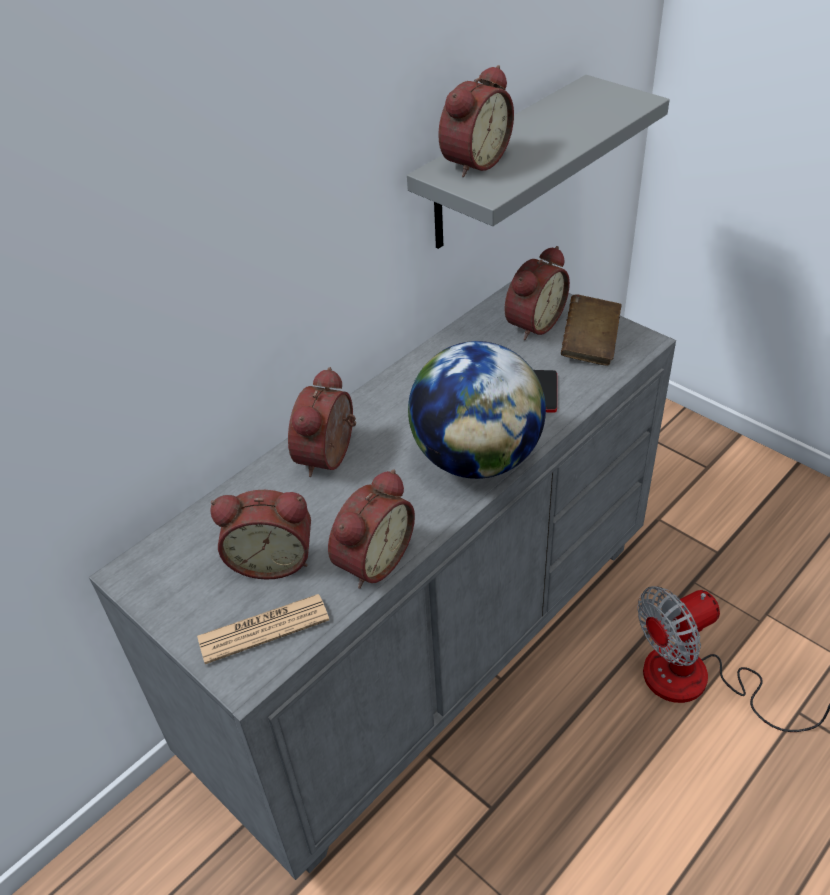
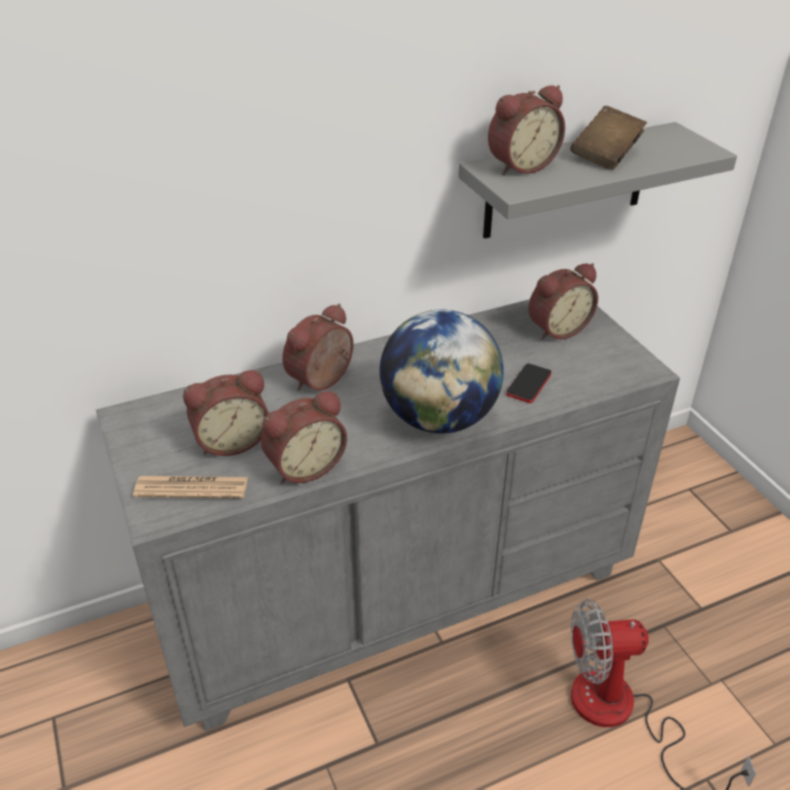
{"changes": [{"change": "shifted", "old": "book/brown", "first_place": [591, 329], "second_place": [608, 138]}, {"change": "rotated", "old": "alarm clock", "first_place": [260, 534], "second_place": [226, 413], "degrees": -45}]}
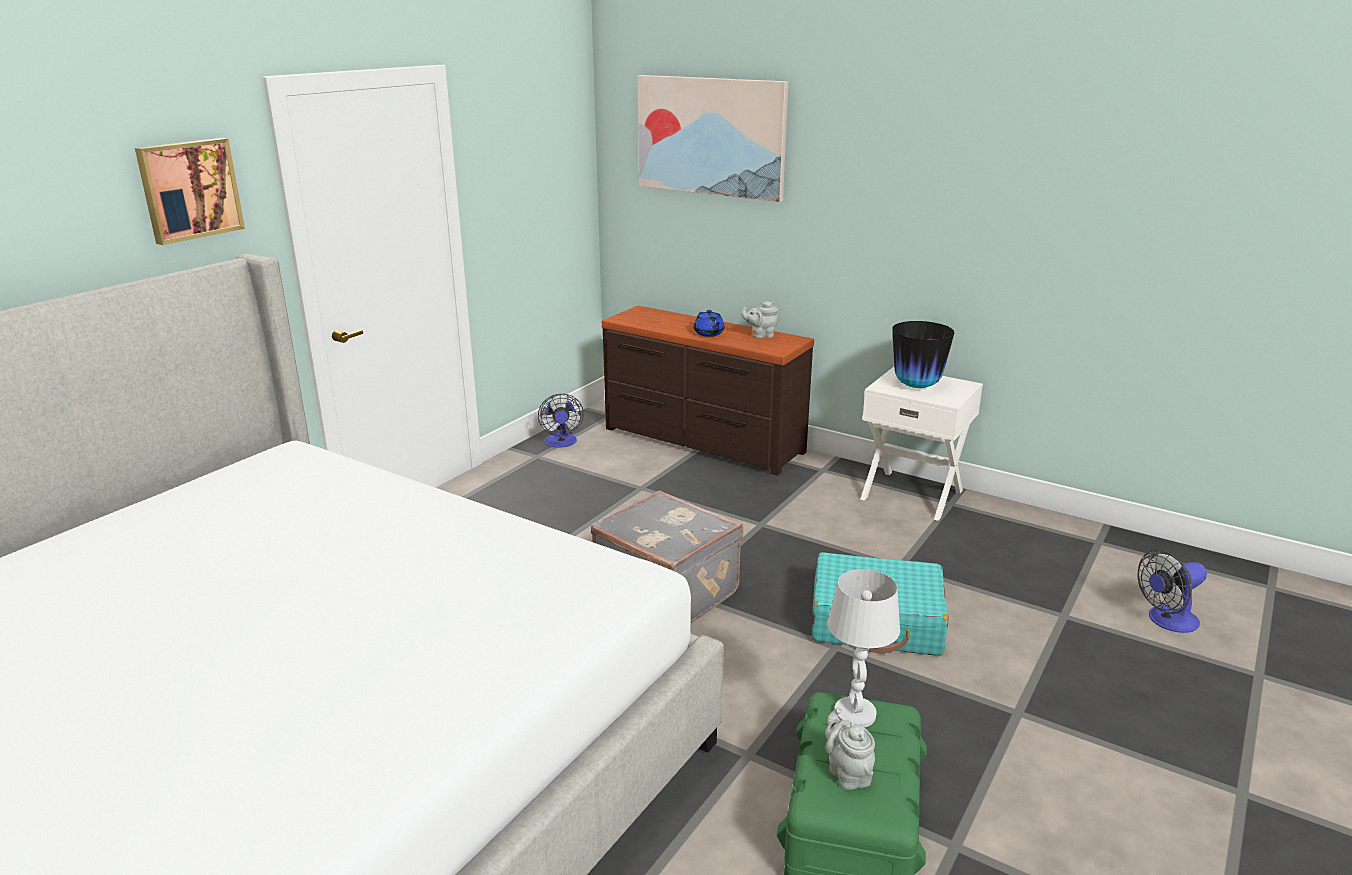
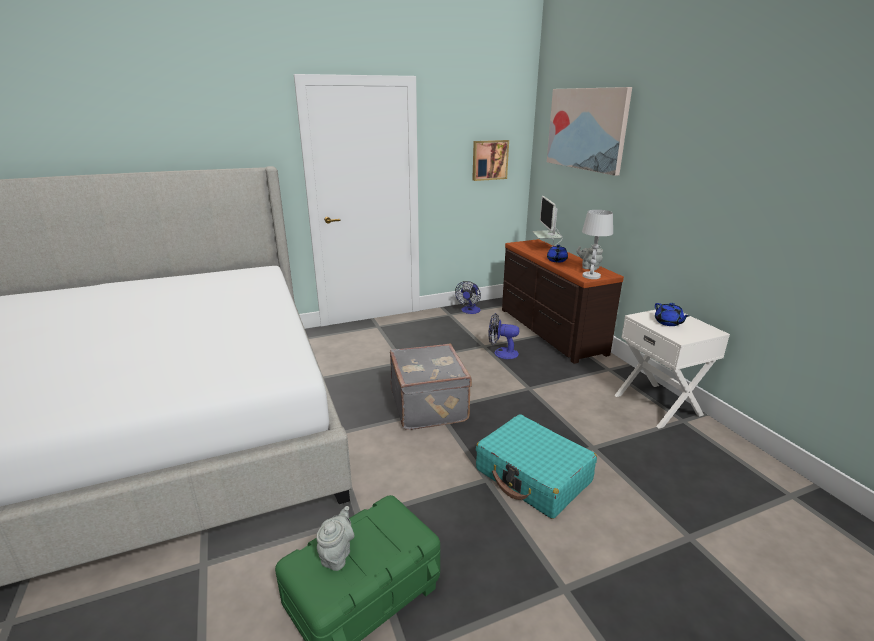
{"changes": [{"change": "new", "new": "monitor", "second_place": [547, 221]}, {"change": "shifted", "old": "picture", "first_place": [190, 191], "second_place": [490, 160]}, {"change": "shifted", "old": "table lamp/white", "first_place": [863, 648], "second_place": [597, 244]}, {"change": "shifted", "old": "fan", "first_place": [1172, 591], "second_place": [504, 336]}, {"change": "swapped", "old": "vase", "new": "teapot/blue", "first_place": [923, 354], "second_place": [672, 314]}]}
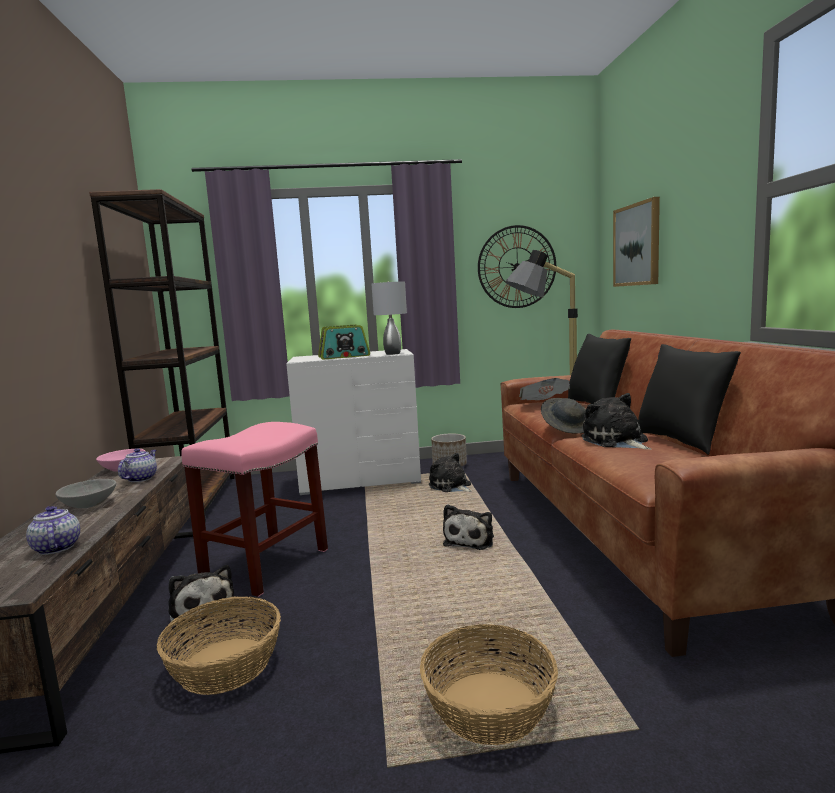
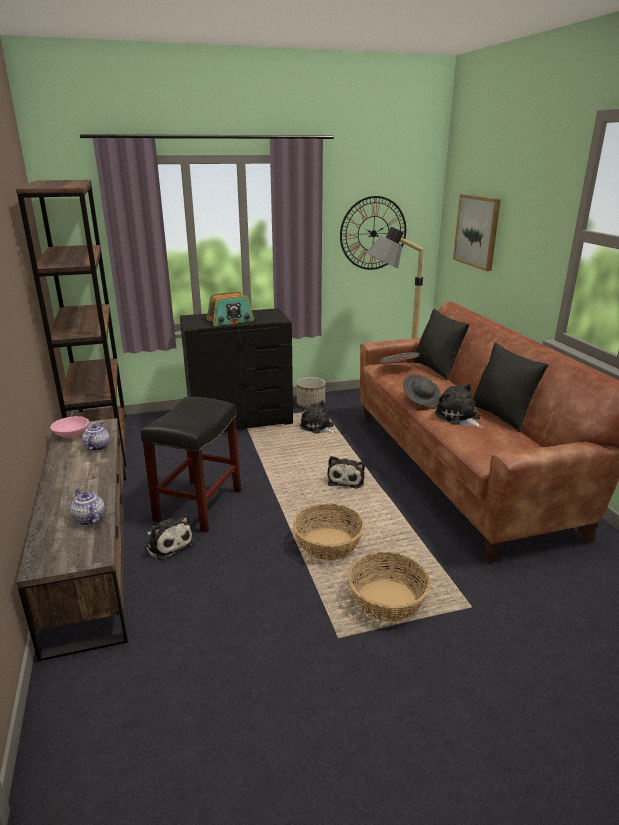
{"changes": [{"change": "gone", "old": "bowl/grey", "first_place": [86, 493]}, {"change": "gone", "old": "table lamp/grey", "first_place": [389, 318]}, {"change": "shifted", "old": "basket", "first_place": [219, 646], "second_place": [328, 532]}, {"change": "repainted", "old": "stool/pink", "new": "stool/black", "first_place": [254, 509], "second_place": [191, 465]}, {"change": "repainted", "old": "dresser/white", "new": "dresser/black", "first_place": [353, 422], "second_place": [236, 369]}]}
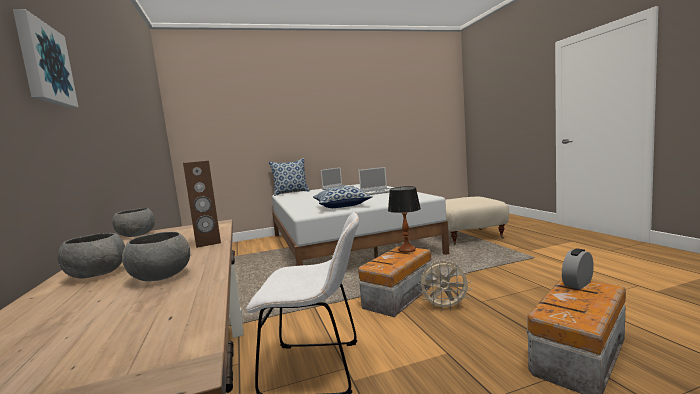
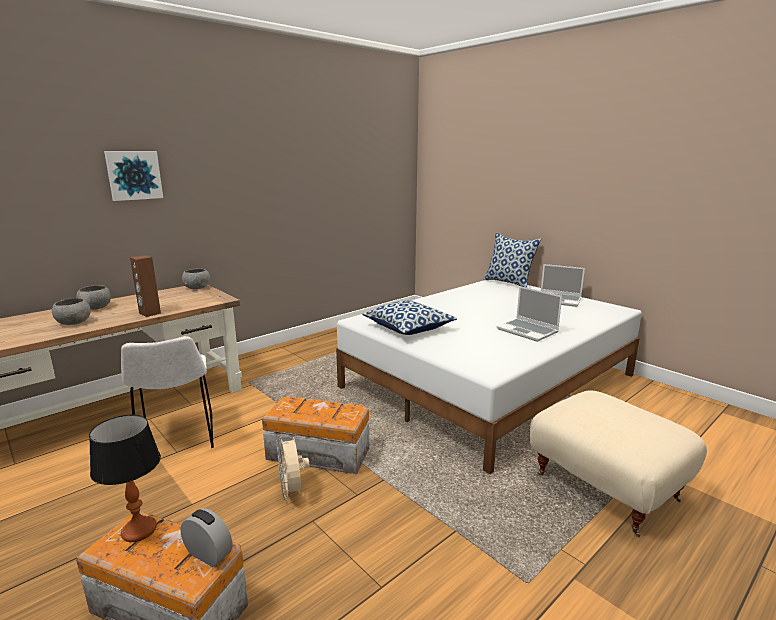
{"changes": [{"change": "shifted", "old": "table lamp", "first_place": [404, 219], "second_place": [125, 478]}]}
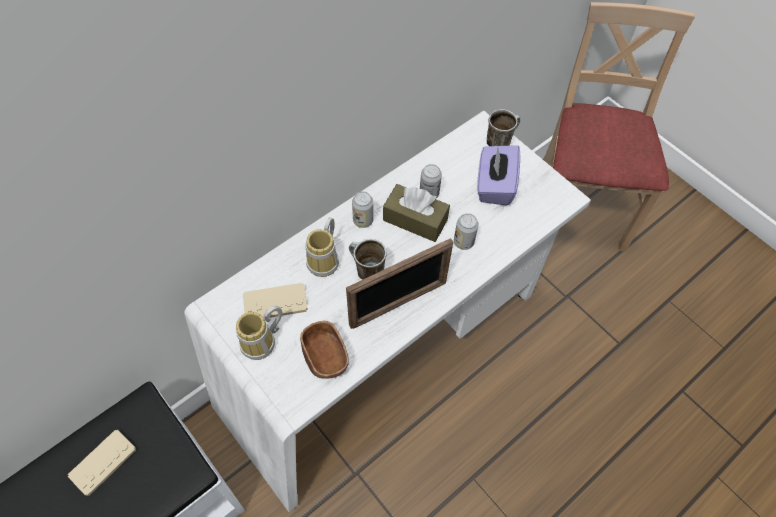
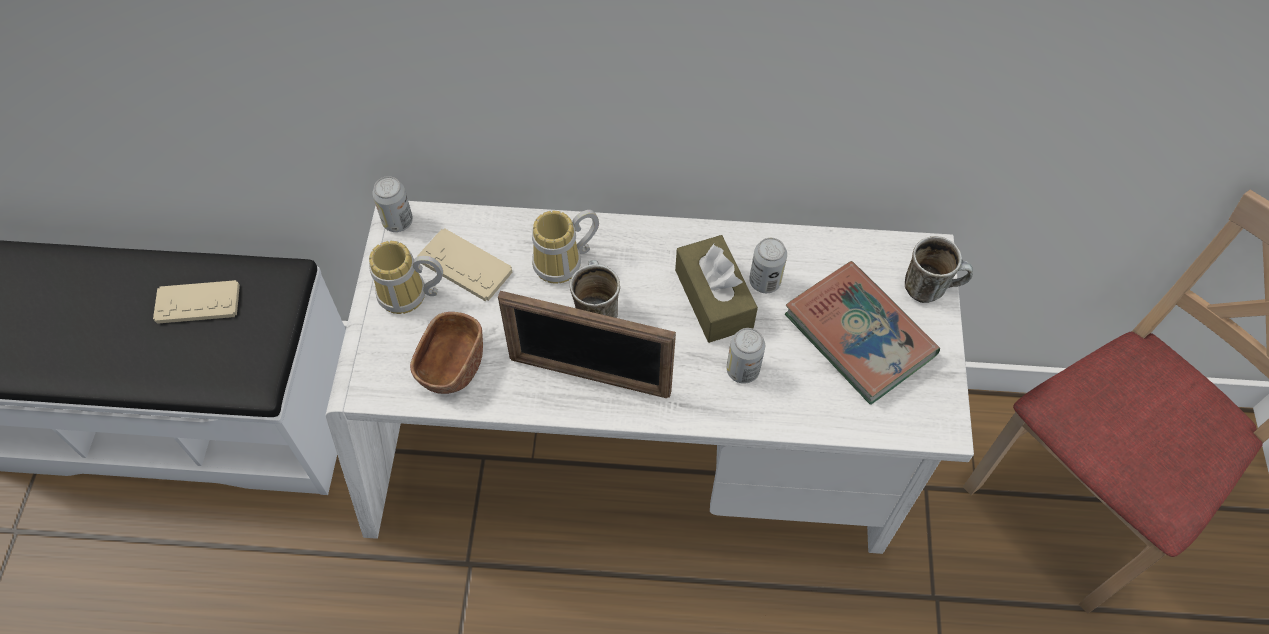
{"changes": [{"change": "shifted", "old": "can", "first_place": [363, 209], "second_place": [392, 204]}, {"change": "swapped", "old": "tissue box/purple", "new": "book", "first_place": [498, 175], "second_place": [862, 333]}]}
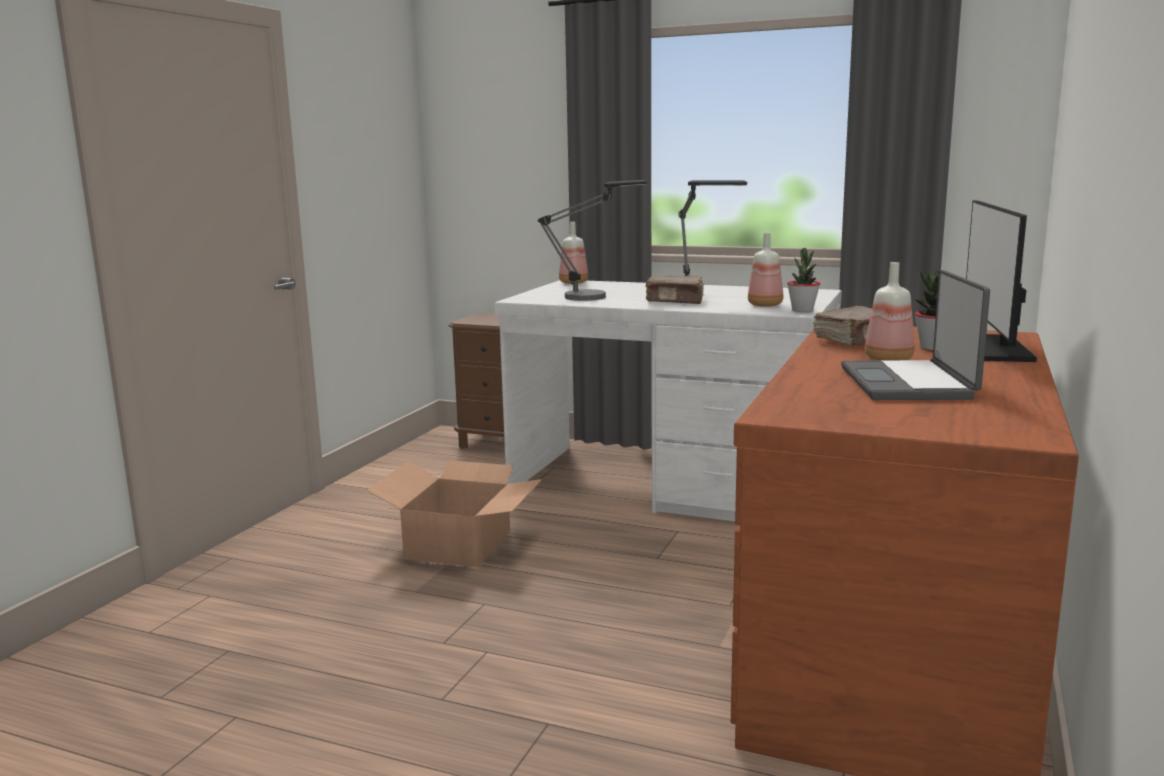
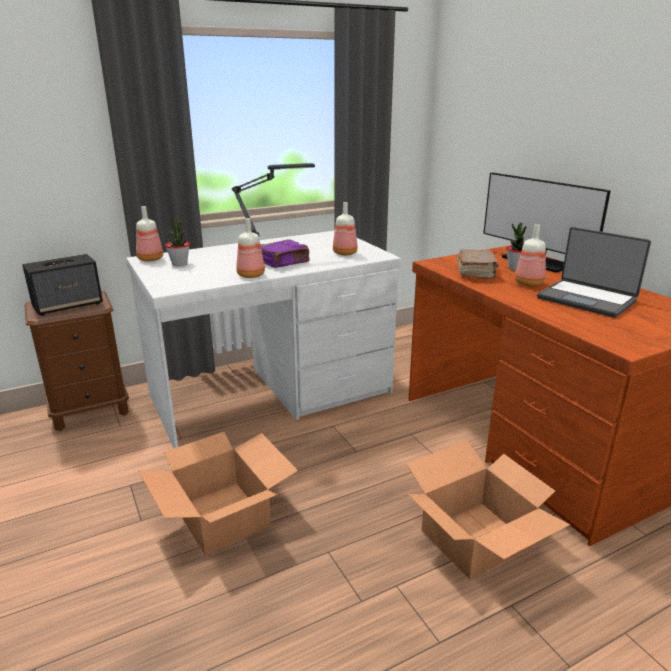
{"changes": [{"change": "gone", "old": "table lamp", "first_place": [592, 240]}, {"change": "new", "new": "speaker", "second_place": [62, 285]}, {"change": "new", "new": "bottle", "second_place": [250, 248]}, {"change": "new", "new": "cardboard box", "second_place": [488, 510]}, {"change": "shifted", "old": "potted plant", "first_place": [803, 280], "second_place": [177, 242]}, {"change": "repainted", "old": "book/brown", "new": "book/purple", "first_place": [675, 289], "second_place": [285, 253]}]}
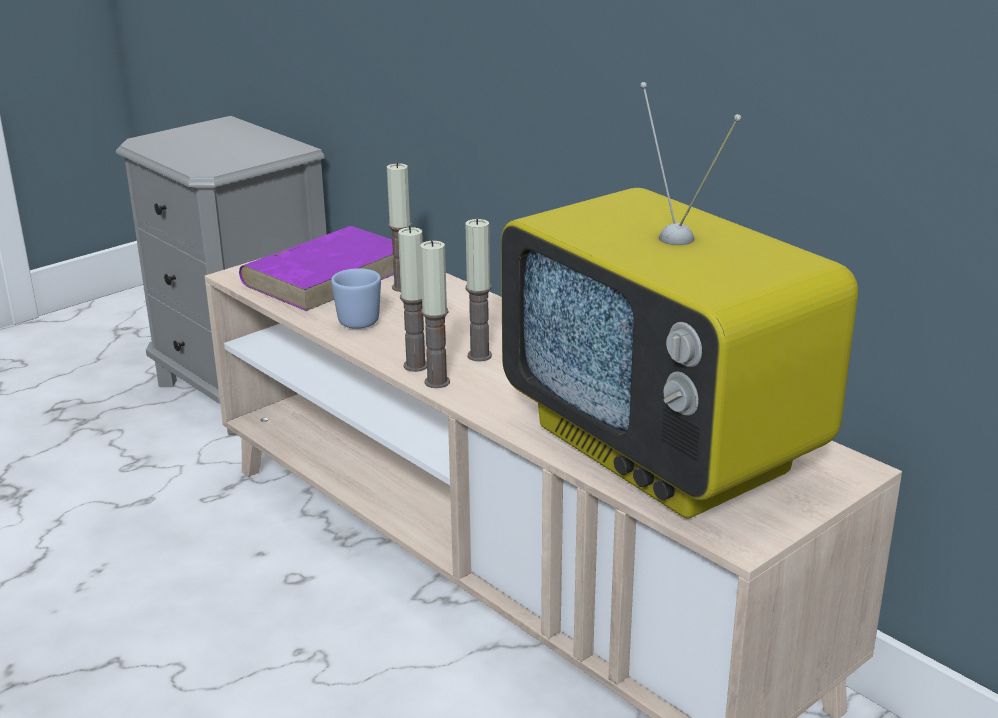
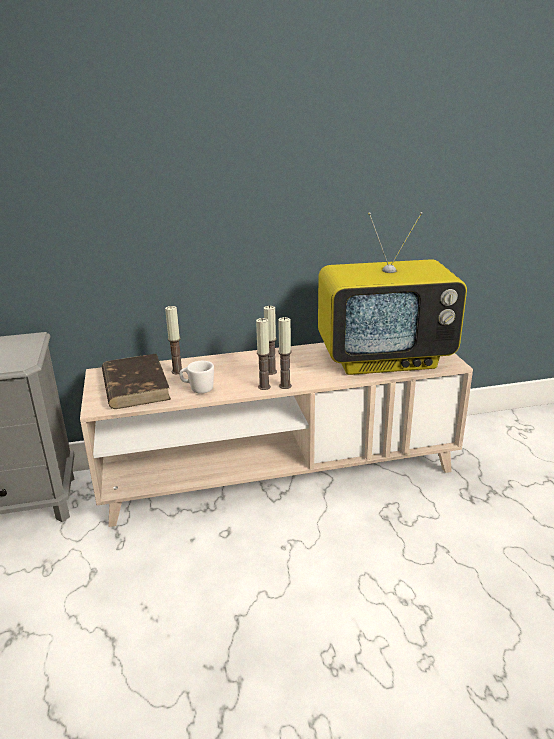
{"changes": [{"change": "repainted", "old": "book/purple", "new": "book/brown", "first_place": [316, 268], "second_place": [136, 381]}, {"change": "repainted", "old": "mug/blue", "new": "mug/white", "first_place": [356, 298], "second_place": [196, 377]}]}
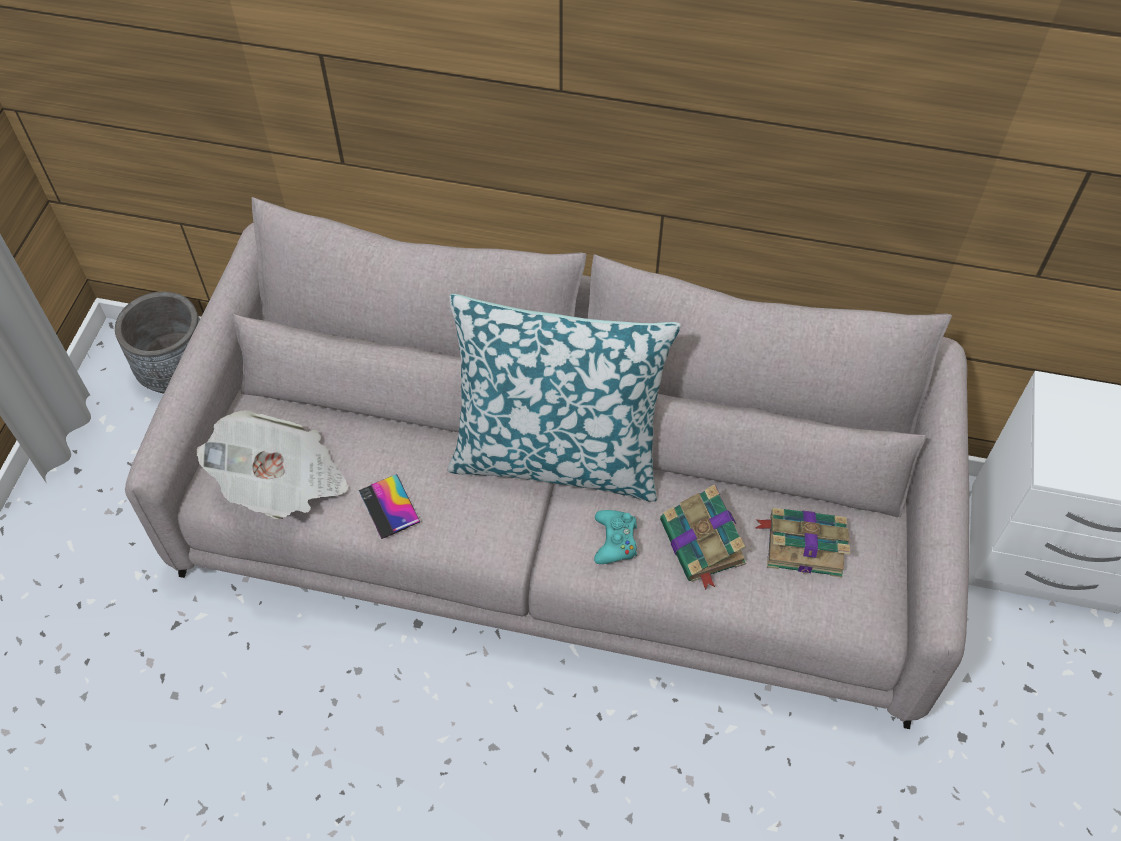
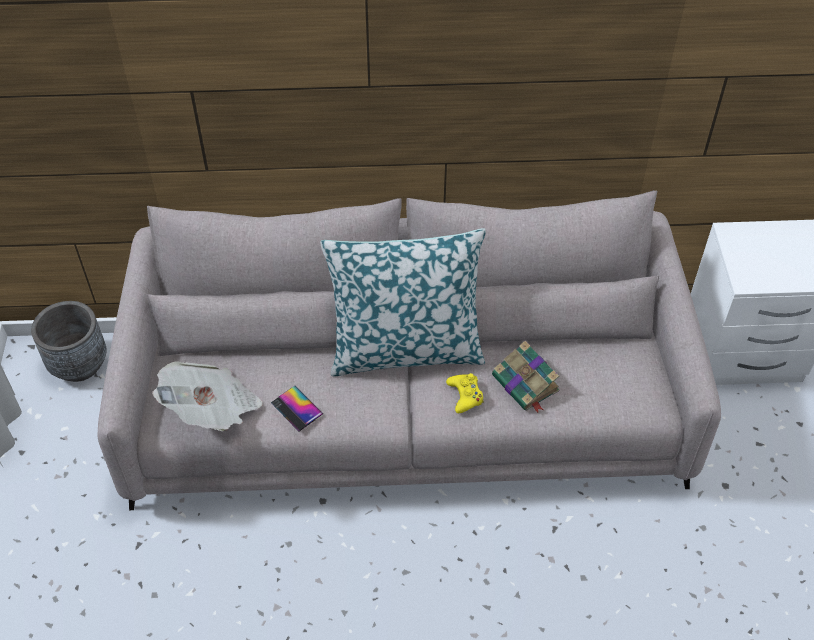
{"changes": [{"change": "gone", "old": "book", "first_place": [802, 542]}, {"change": "repainted", "old": "game controller/turquoise", "new": "game controller/yellow", "first_place": [615, 537], "second_place": [465, 393]}]}
